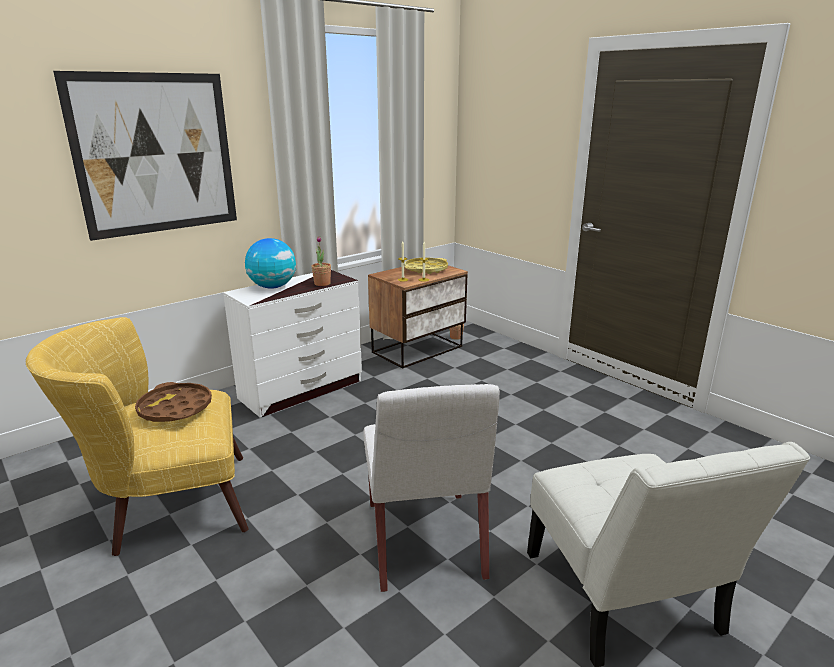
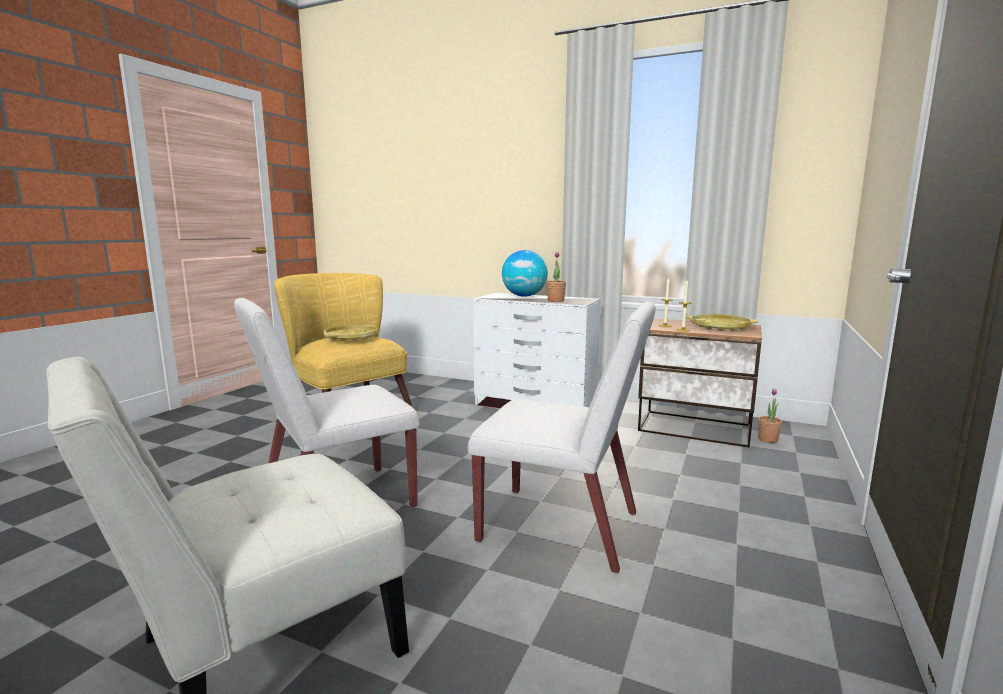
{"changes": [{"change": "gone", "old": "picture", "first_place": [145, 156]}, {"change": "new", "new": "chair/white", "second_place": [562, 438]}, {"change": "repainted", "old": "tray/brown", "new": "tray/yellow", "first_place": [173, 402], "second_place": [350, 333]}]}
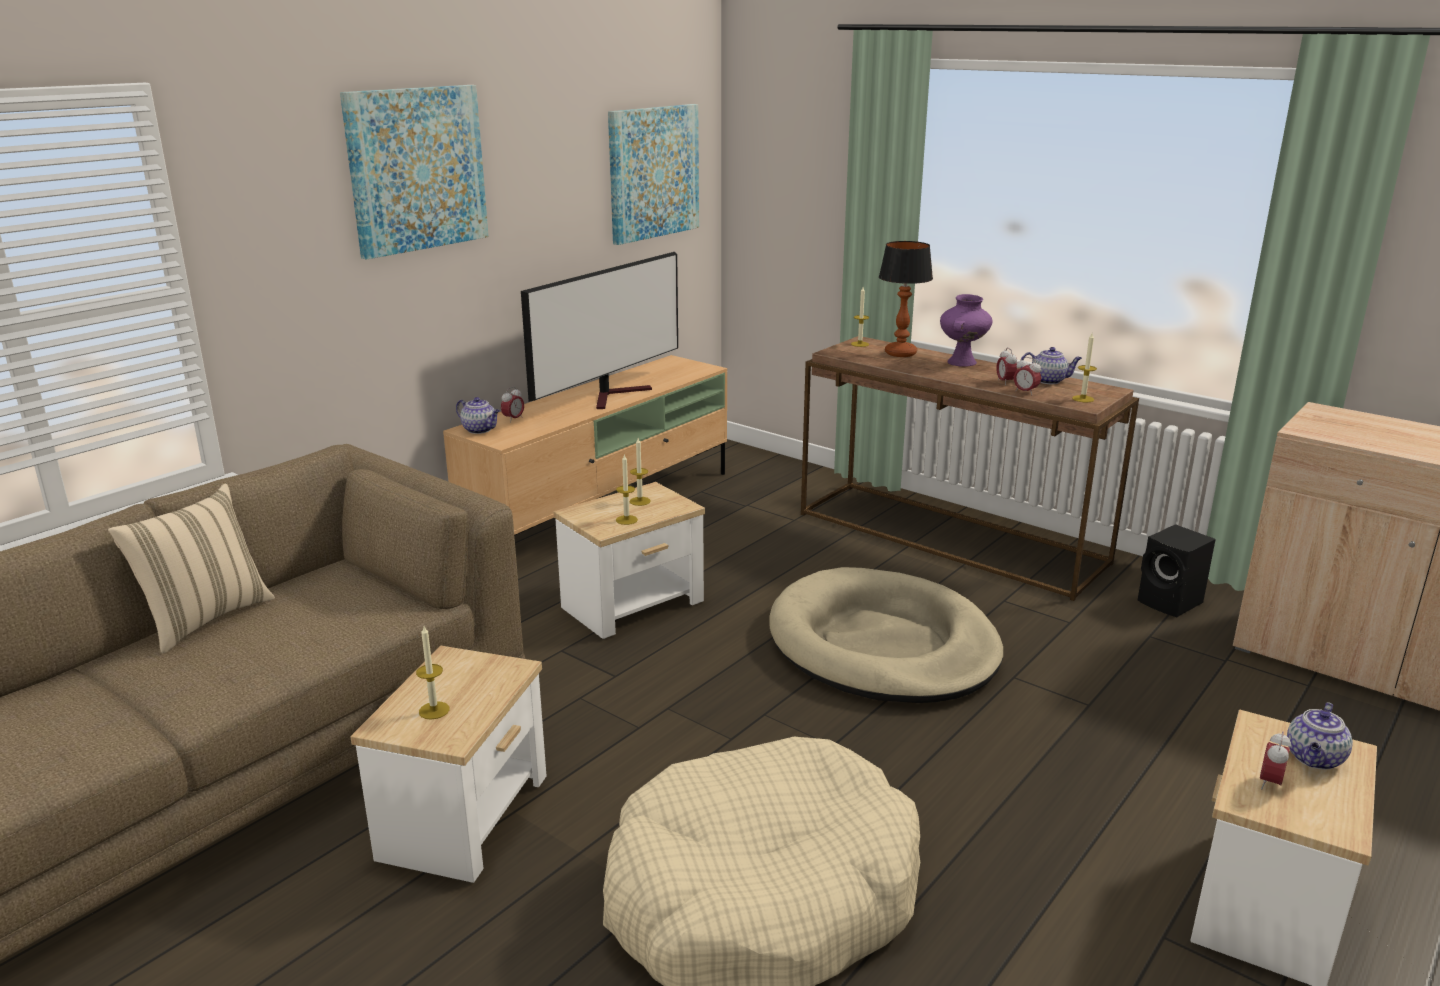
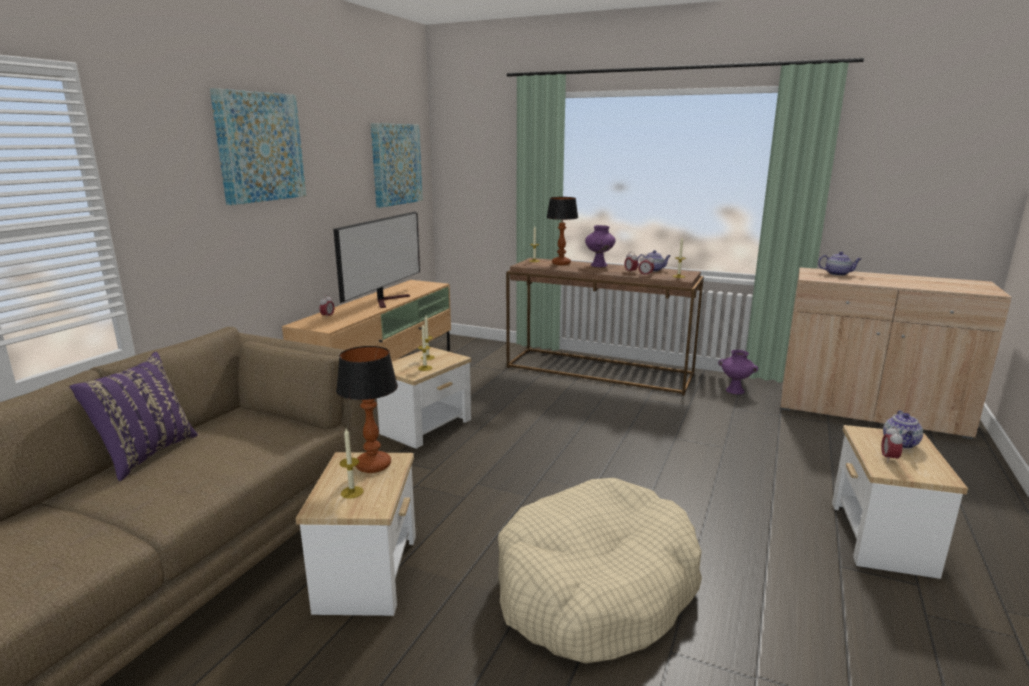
{"changes": [{"change": "gone", "old": "dog bed/beige", "first_place": [886, 635]}, {"change": "new", "new": "table lamp", "second_place": [367, 409]}, {"change": "shifted", "old": "teapot", "first_place": [478, 415], "second_place": [839, 264]}, {"change": "swapped", "old": "speaker/black", "new": "vase/purple", "first_place": [1176, 570], "second_place": [738, 372]}, {"change": "repainted", "old": "pillow/beige", "new": "pillow/purple", "first_place": [191, 568], "second_place": [134, 416]}]}
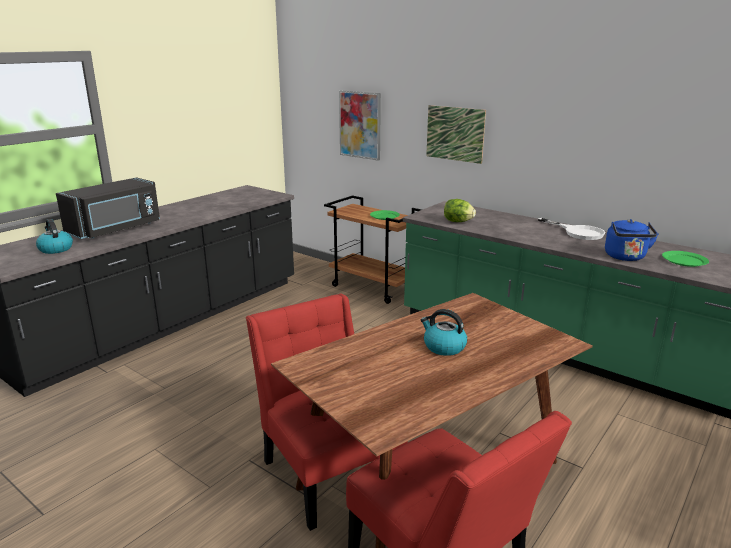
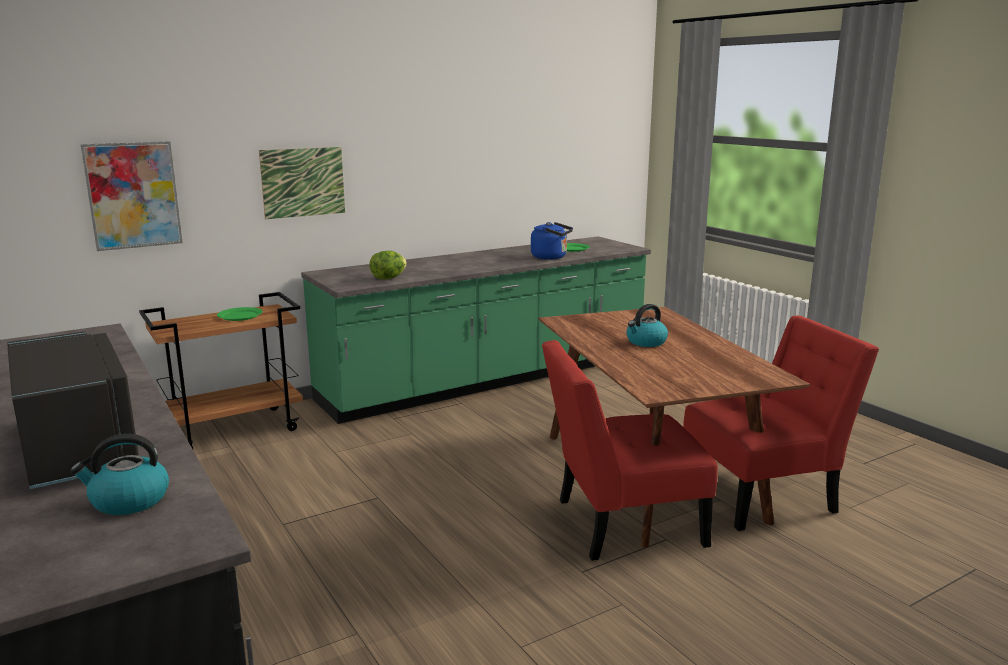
{"changes": [{"change": "gone", "old": "frying pan/white", "first_place": [571, 229]}]}
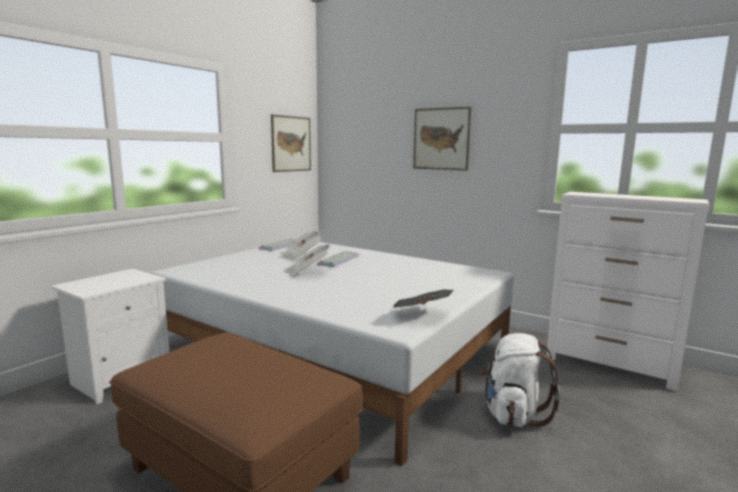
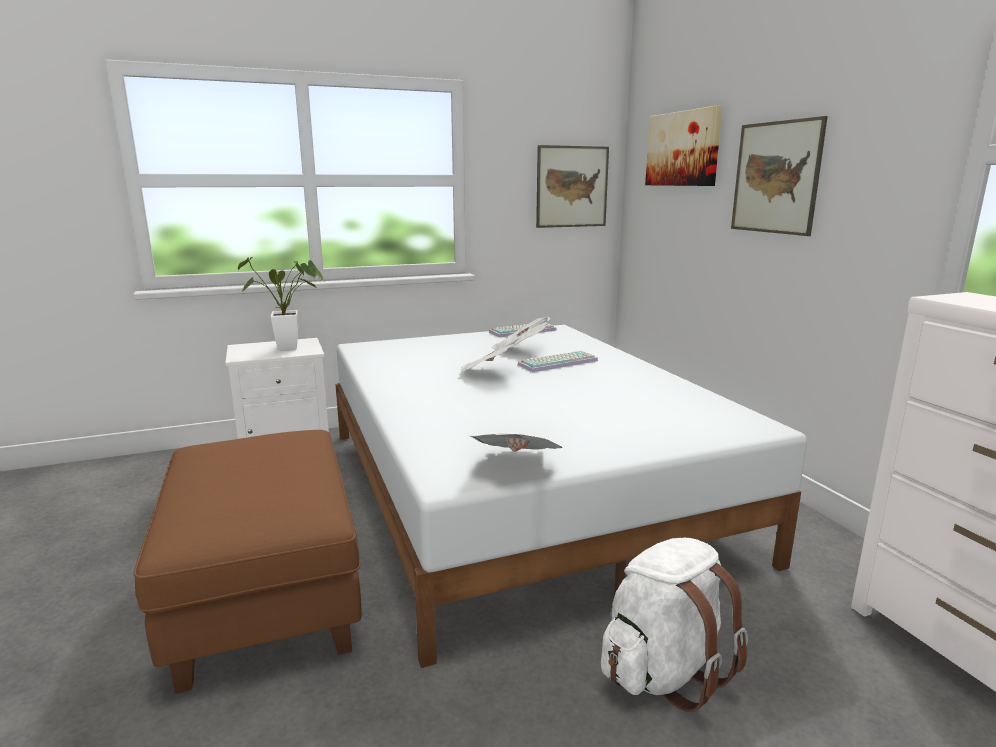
{"changes": [{"change": "new", "new": "potted plant", "second_place": [281, 304]}, {"change": "new", "new": "picture", "second_place": [684, 145]}]}
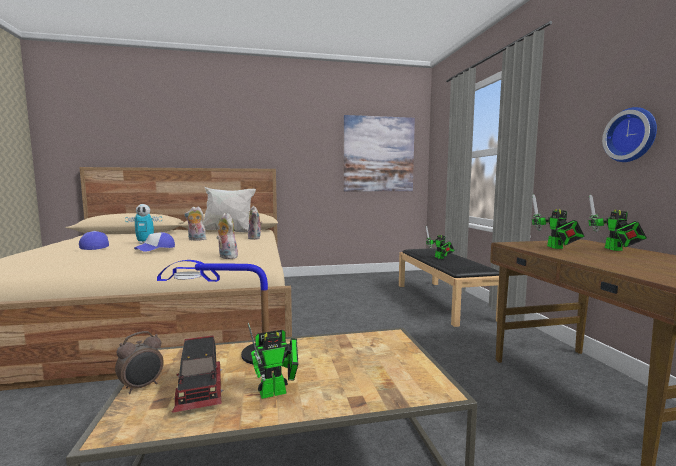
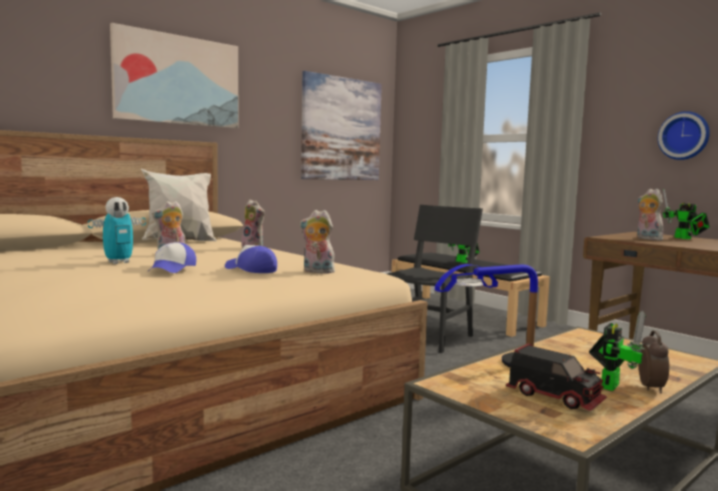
{"changes": [{"change": "new", "new": "picture", "second_place": [174, 75]}, {"change": "new", "new": "chair/black", "second_place": [435, 279]}, {"change": "shifted", "old": "cap", "first_place": [94, 240], "second_place": [251, 259]}, {"change": "shifted", "old": "alarm clock", "first_place": [139, 362], "second_place": [654, 362]}, {"change": "swapped", "old": "toy robot", "new": "plush toy", "first_place": [558, 221], "second_place": [650, 215]}]}
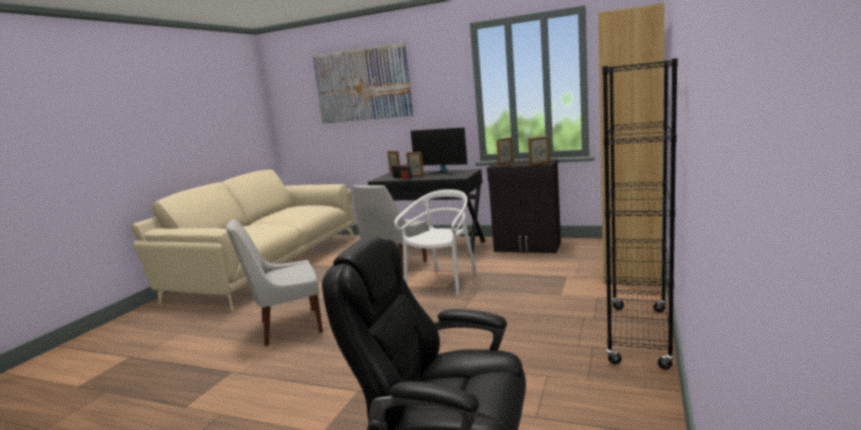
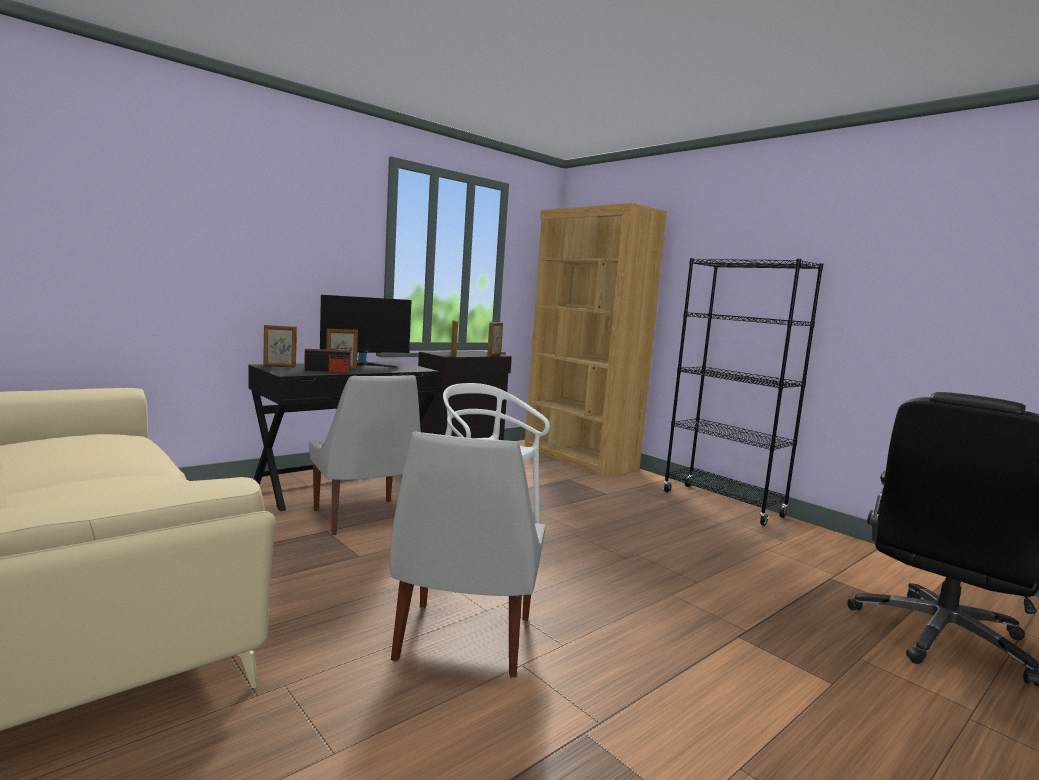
{"changes": [{"change": "gone", "old": "picture", "first_place": [362, 83]}]}
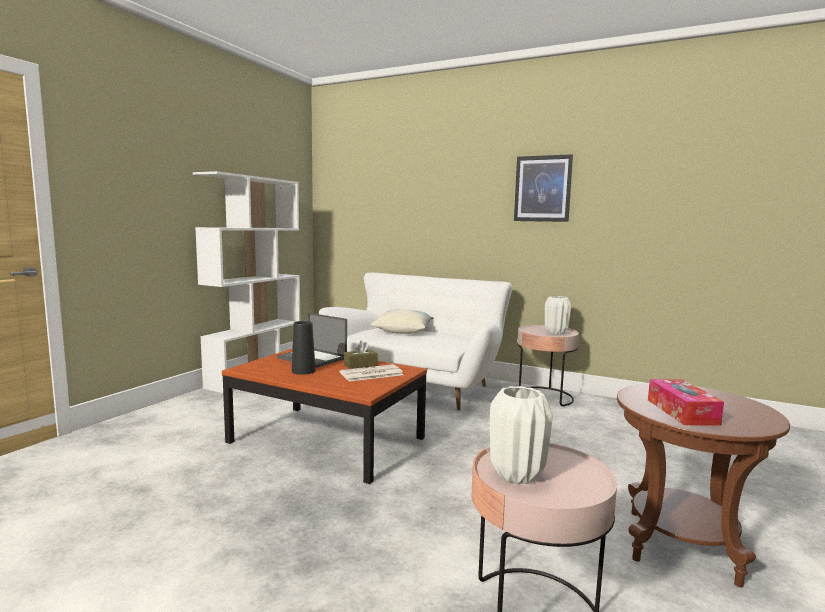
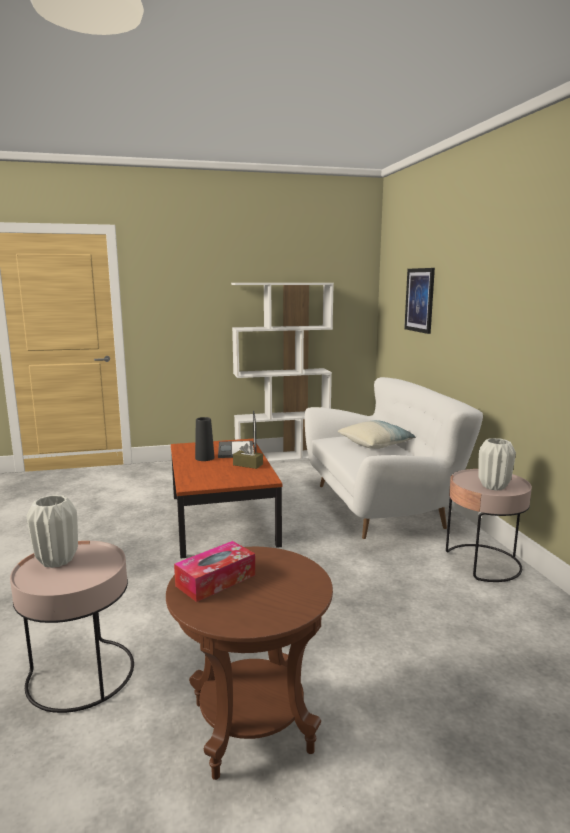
{"changes": [{"change": "gone", "old": "newspaper", "first_place": [371, 373]}, {"change": "shifted", "old": "picture", "first_place": [543, 188], "second_place": [419, 301]}]}
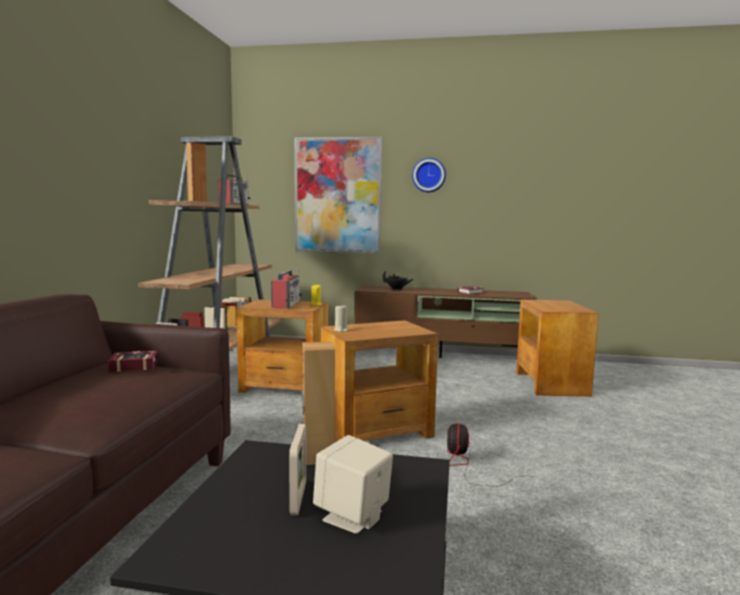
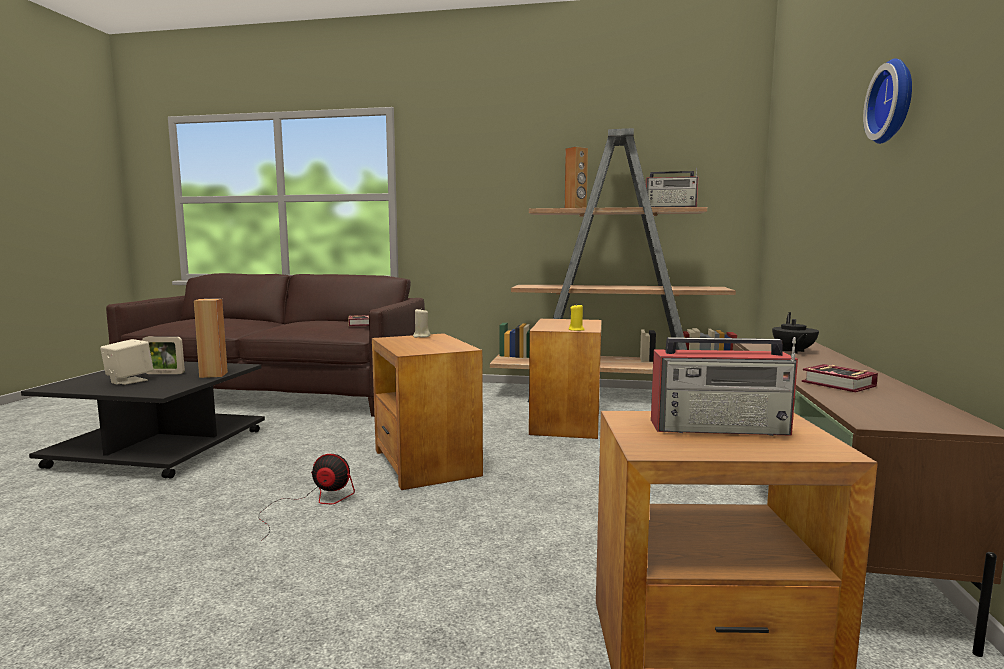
{"changes": [{"change": "gone", "old": "picture", "first_place": [338, 195]}, {"change": "shifted", "old": "radio", "first_place": [286, 288], "second_place": [724, 386]}]}
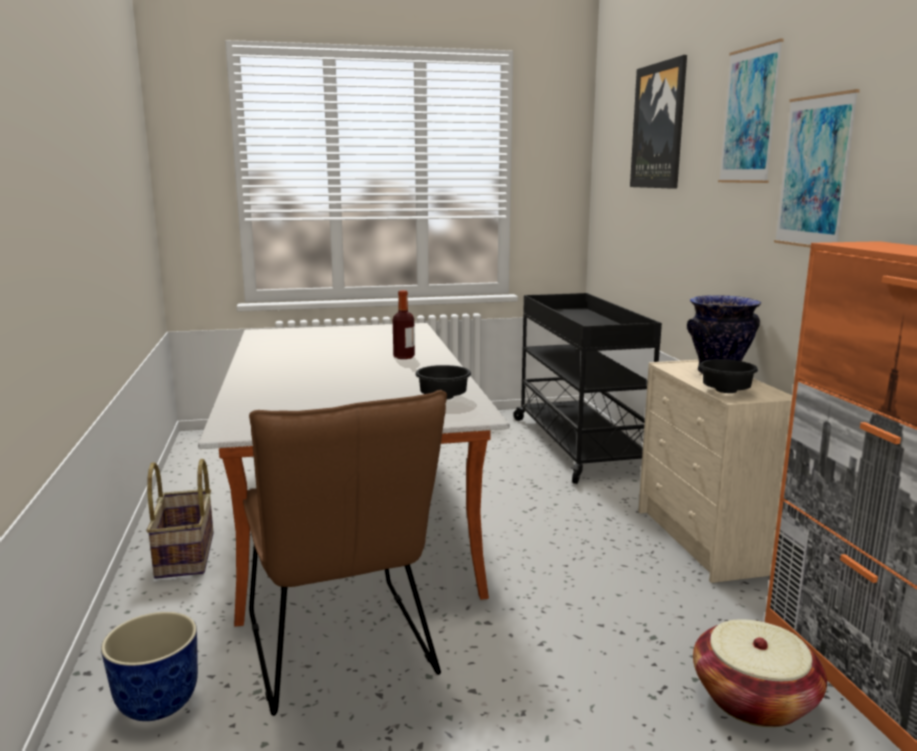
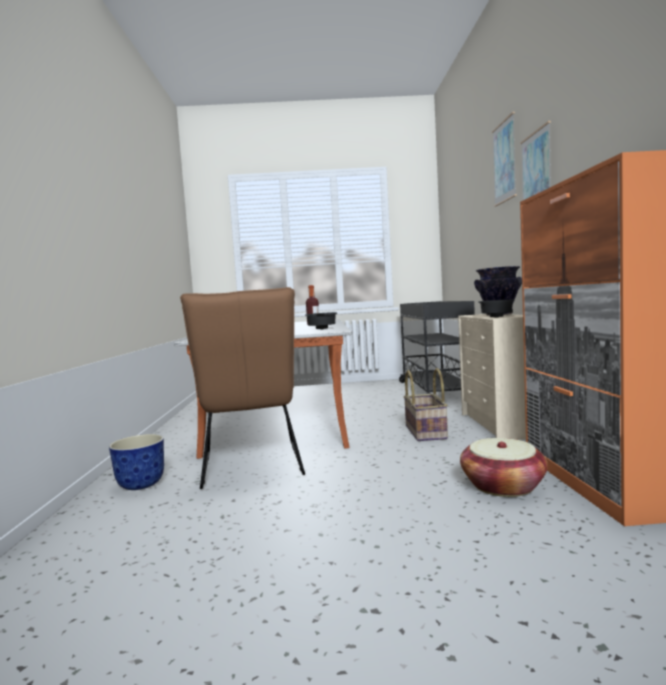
{"changes": [{"change": "gone", "old": "picture", "first_place": [658, 122]}, {"change": "shifted", "old": "basket", "first_place": [180, 519], "second_place": [426, 404]}]}
